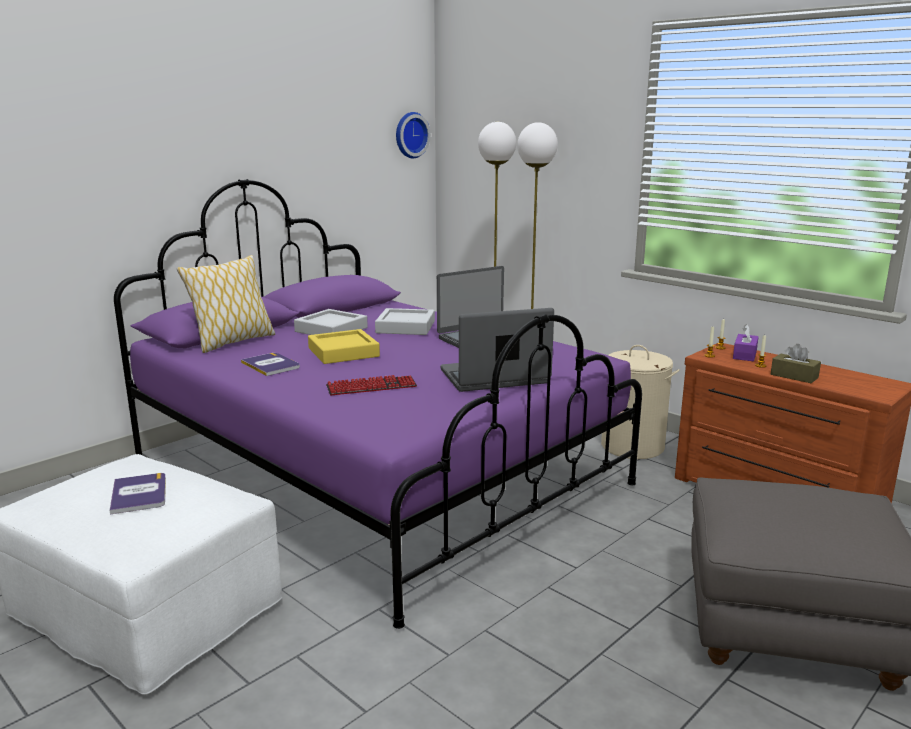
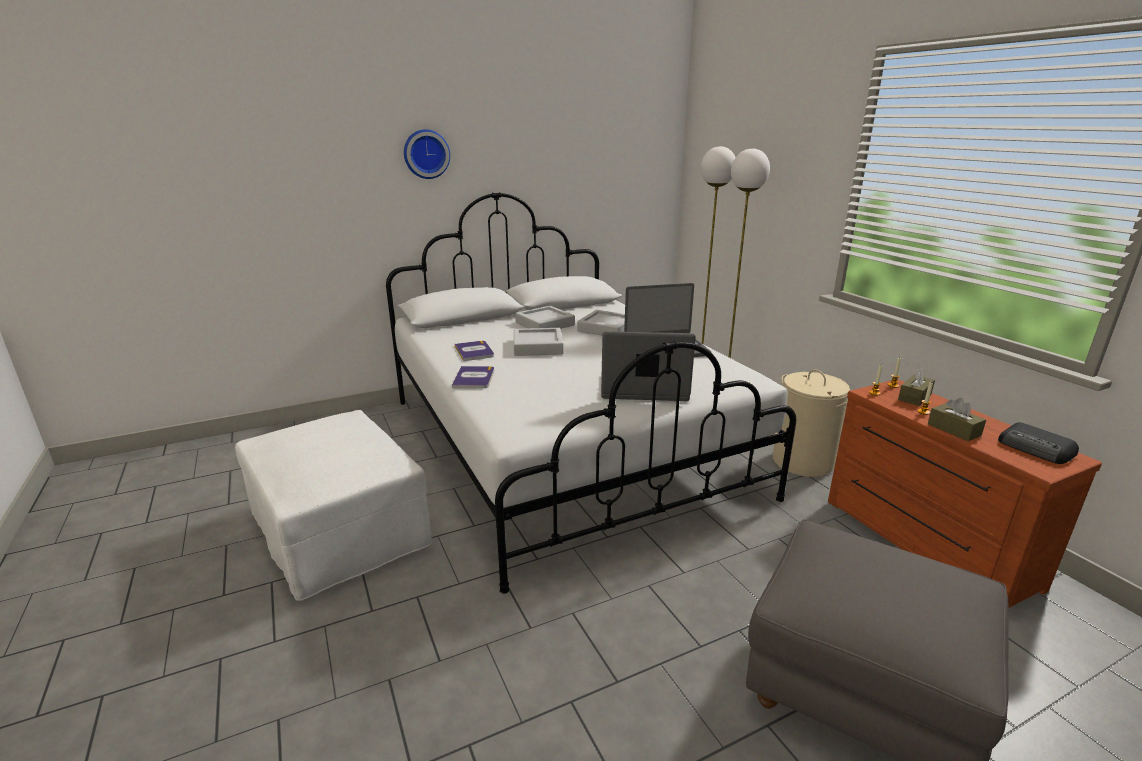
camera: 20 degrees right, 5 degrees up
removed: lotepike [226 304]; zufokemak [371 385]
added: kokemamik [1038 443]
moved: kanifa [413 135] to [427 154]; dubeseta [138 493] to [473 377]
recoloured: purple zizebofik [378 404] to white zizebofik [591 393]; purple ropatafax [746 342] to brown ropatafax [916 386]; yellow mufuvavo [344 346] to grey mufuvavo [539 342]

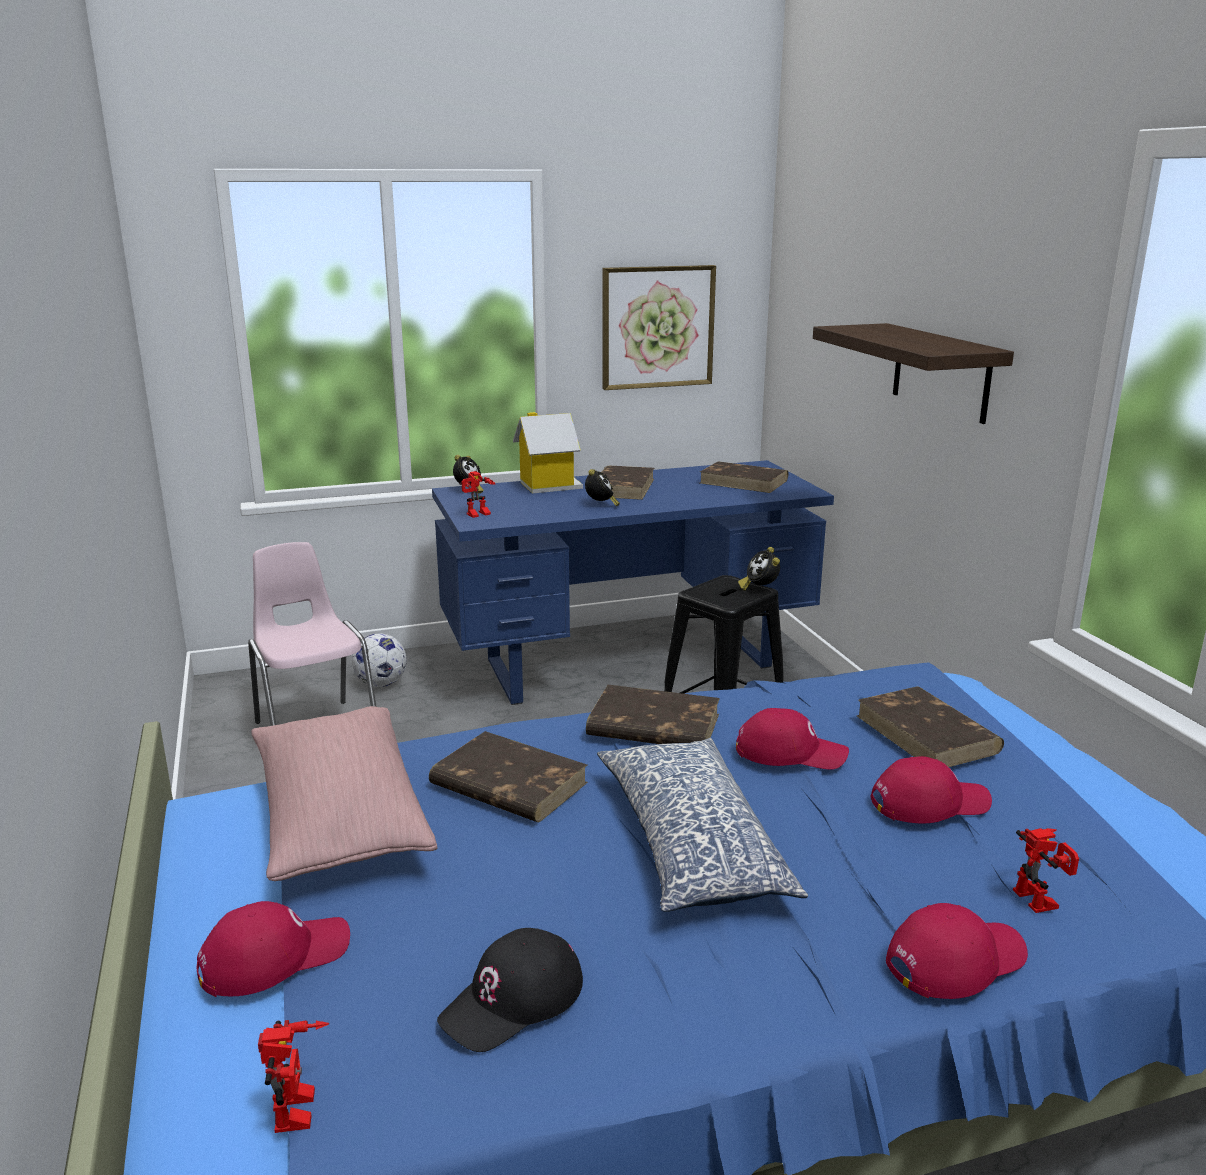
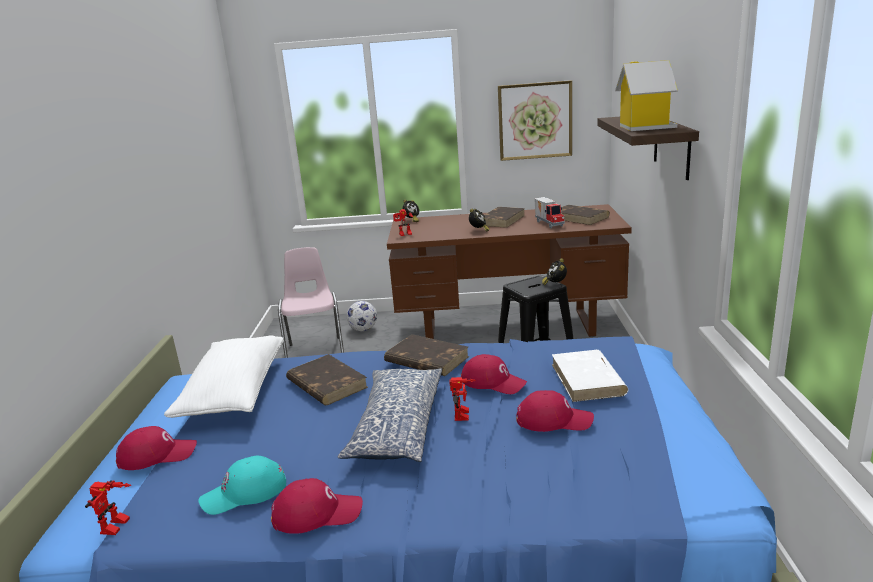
camera: 20 degrees right, 0 degrees up
added: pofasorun [549 212]
moved: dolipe [548 453] to [646 95]; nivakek [1046 870] to [462 399]; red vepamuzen [957 951] to [317 506]
recoloured: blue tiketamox [633 582] to brown tiketamox [509 271]; brown dubeseta [930 727] to white dubeseta [590 376]; pink lotepike [344 793] to white lotepike [224 377]; black vepamuzen [510 990] to turquoise vepamuzen [242 485]

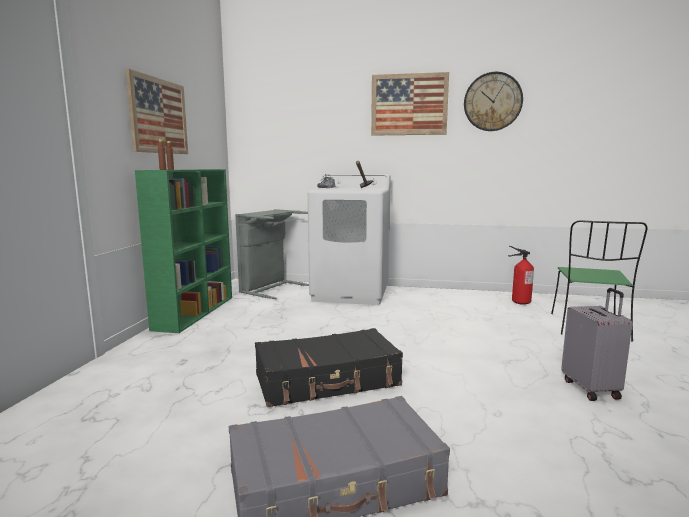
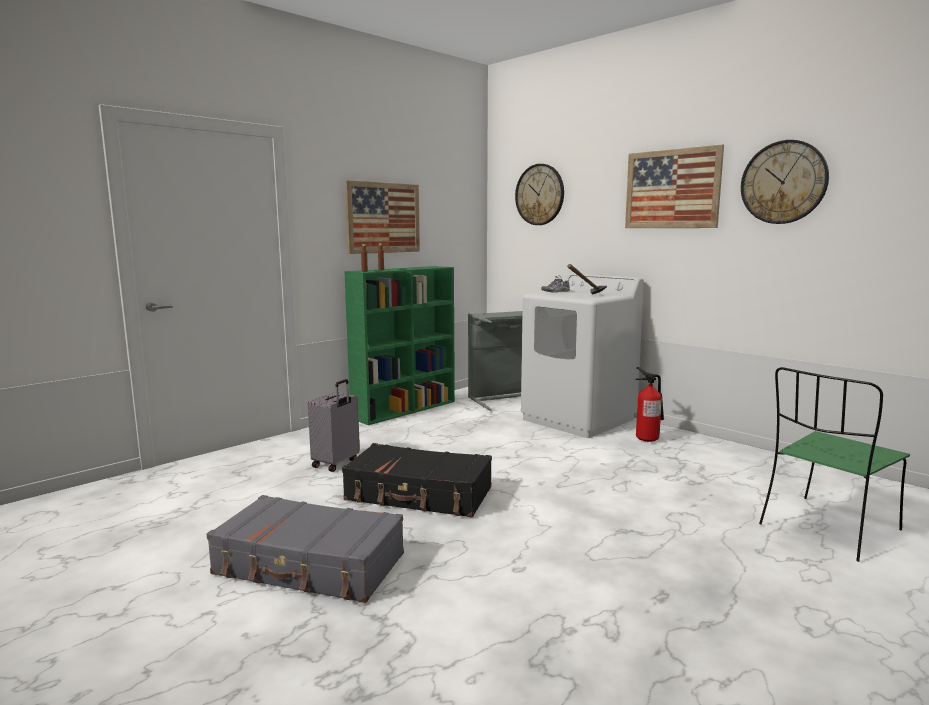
camera: 35 degrees right, 0 degrees up
added: kanifa [539 194]
moved: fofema [521 275] to [650 404]; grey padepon [596 344] to [334 425]

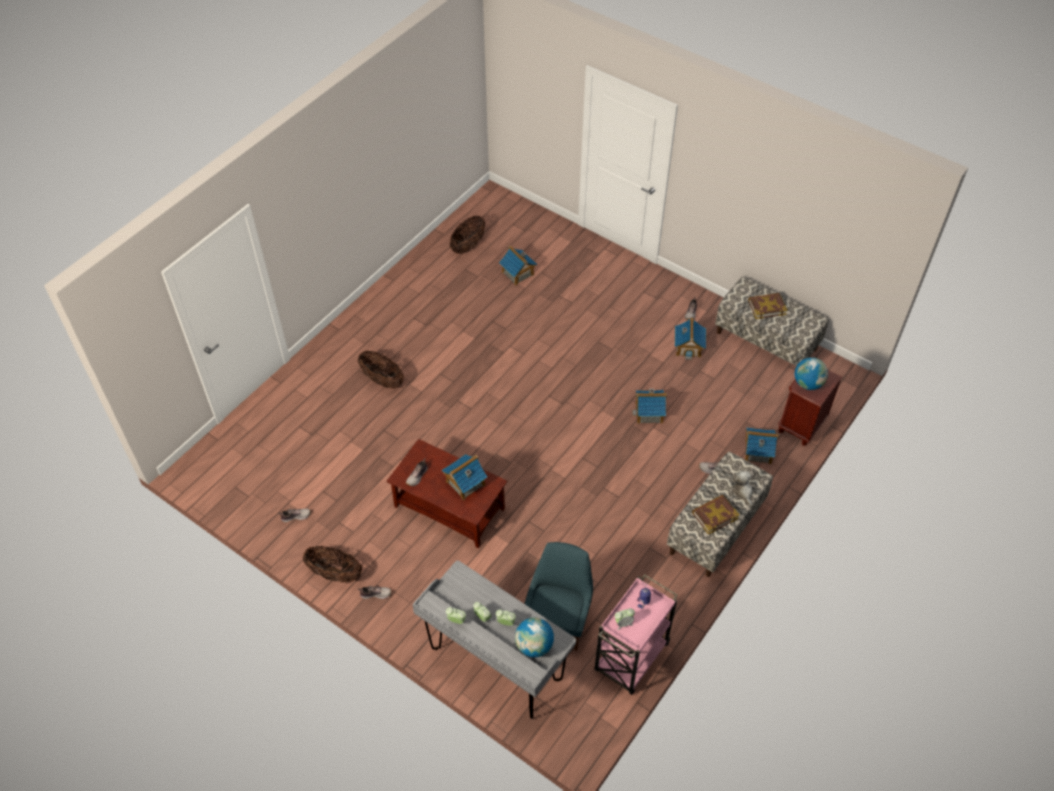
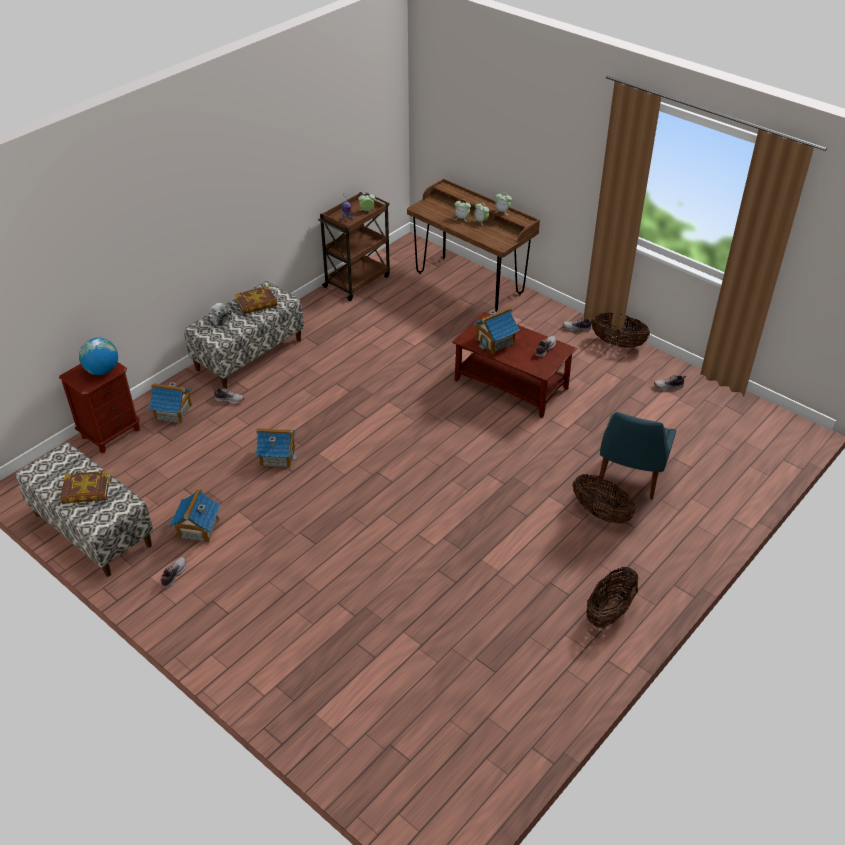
camera: 175 degrees left, 10 degrees down
removed: dolipe [518 265]; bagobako [534 637]
moved: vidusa [467 234] to [612 597]; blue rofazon [558 596] to [637 455]
recoloured: grey tiketamox [494 640] to brown tiketamox [473 245]; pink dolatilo [636 634] to brown dolatilo [354 246]

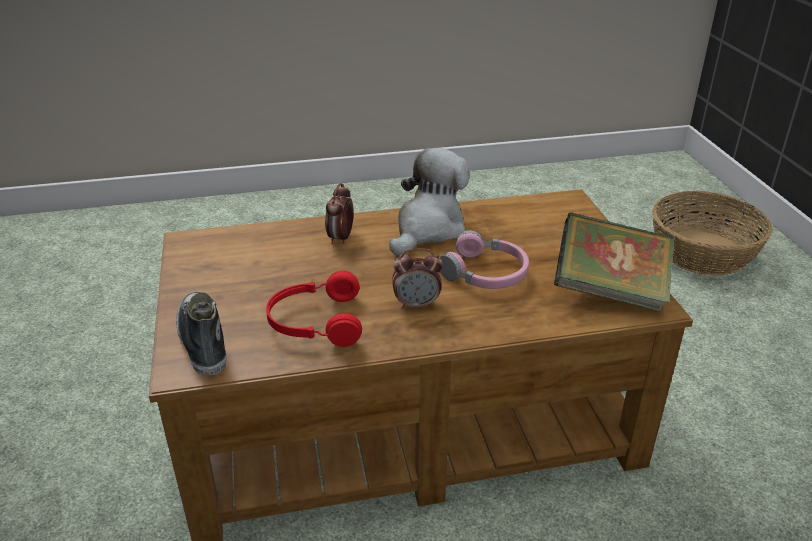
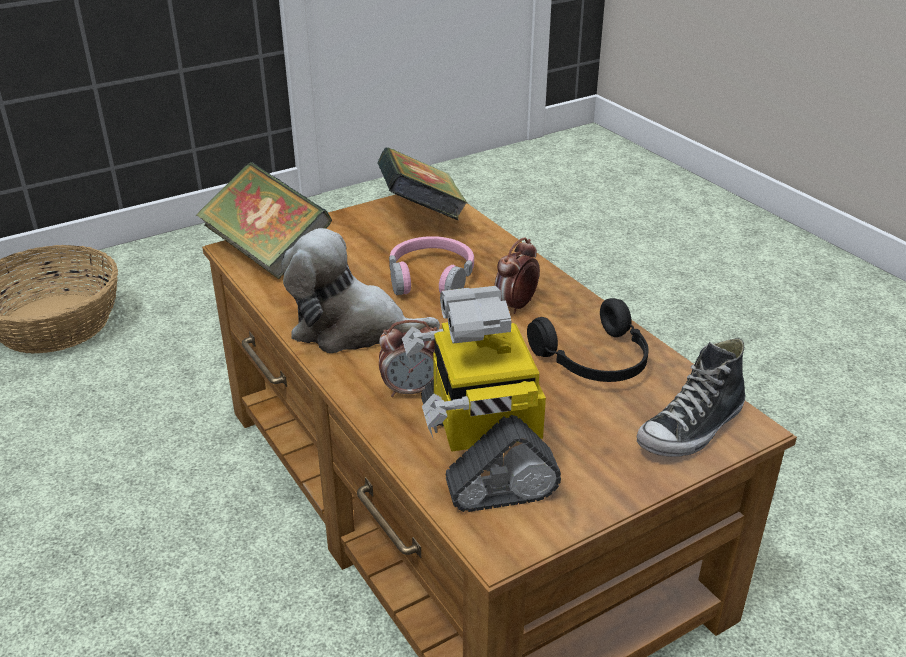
camera: 110 degrees left, 0 degrees up
added: dubeseta [264 220]; nivakek [481 399]
recoloured: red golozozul [314 309] to black golozozul [588 340]
turned: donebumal [417 278] = [517 275] 120 degrees counterclockwise

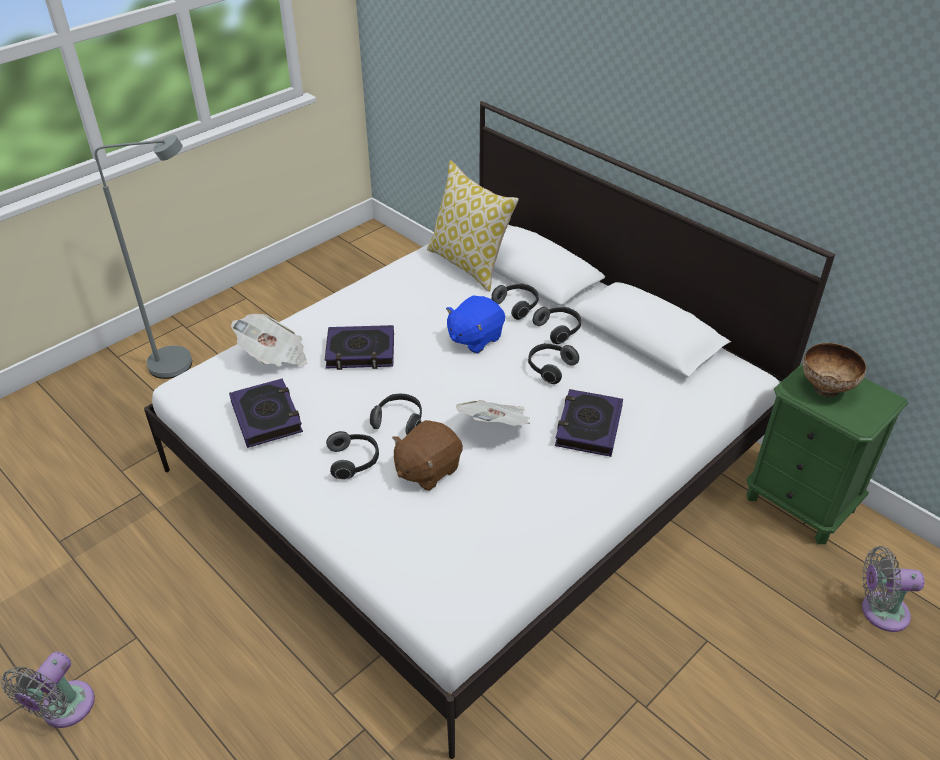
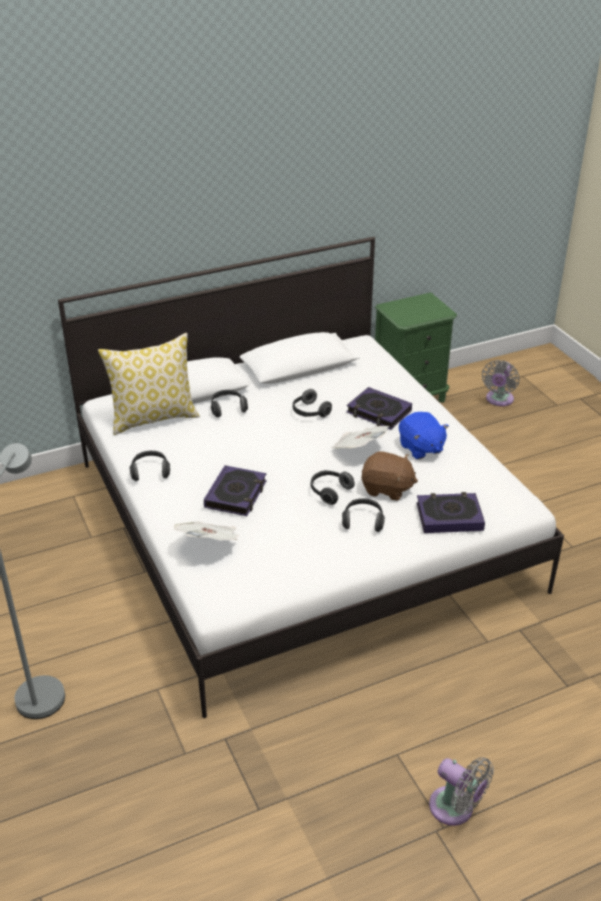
camera: 70 degrees left, 5 degrees down
removed: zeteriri [834 370]
moved: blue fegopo [475 324] to [424 435]; golozozul [557 325] to [149 466]; dubeseta [266 413] to [450 512]
turned: brown fegopo [427 455] = [390 476] 45 degrees counterclockwise

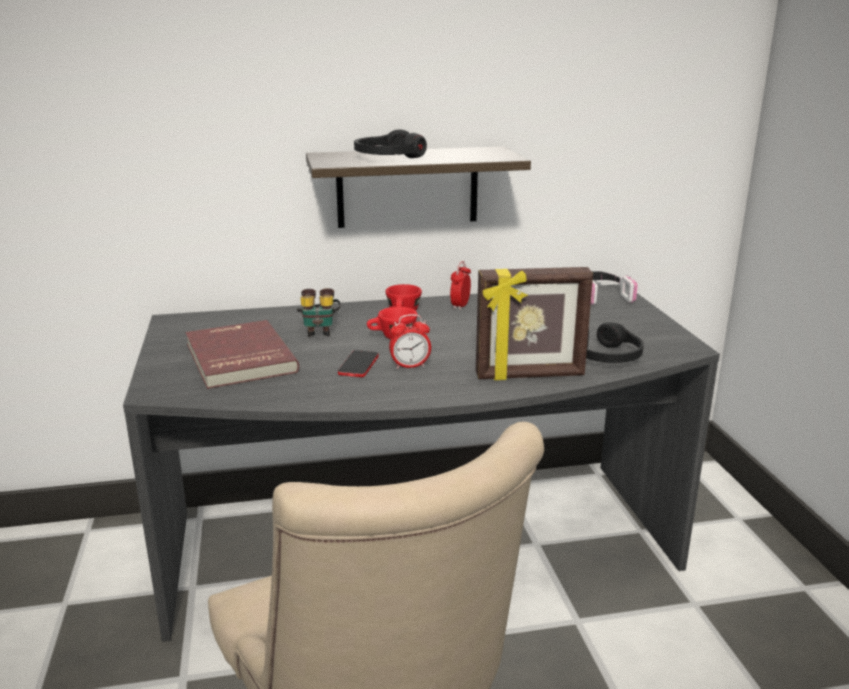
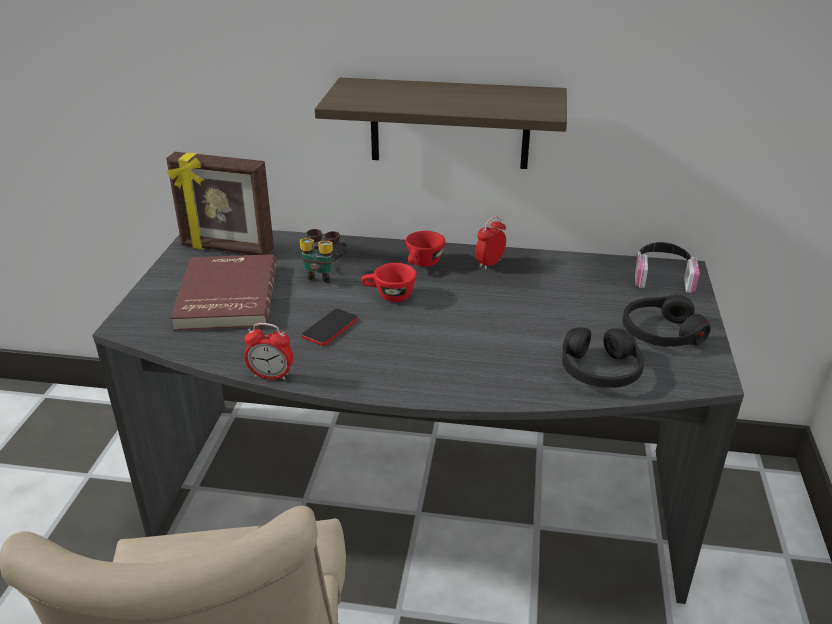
camera: 20 degrees right, 10 degrees up
moved: black golozozul [390 143] to [666 320]; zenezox [534 323] to [220 203]; donebumal [410 341] to [268 351]

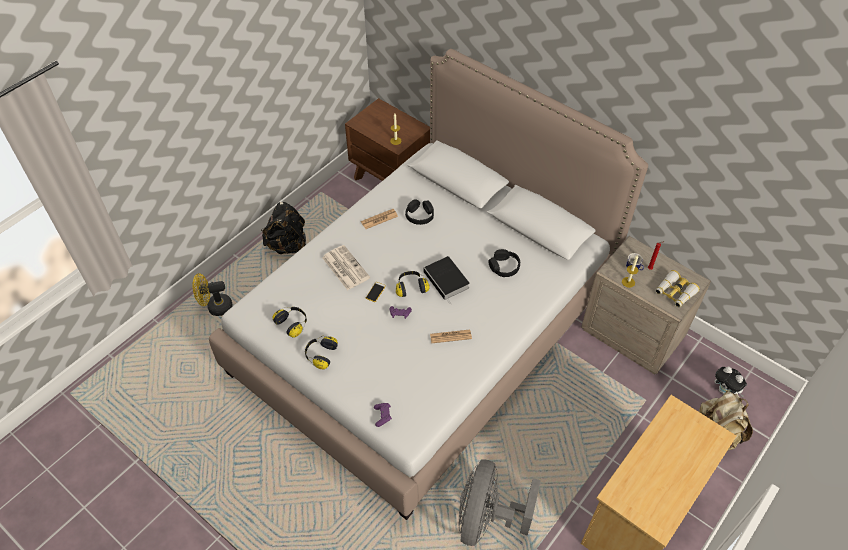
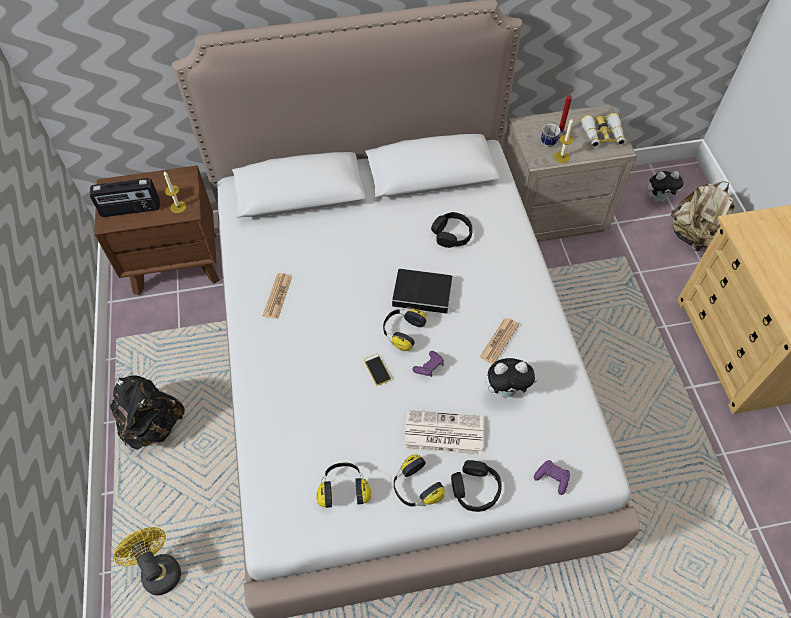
camera: 50 degrees left, 5 degrees up
removed: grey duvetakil [500 503]
added: kokemamik [125 197]; fegopo [511 377]
moved: black golozozul [419 212] to [476 486]; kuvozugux [346 267] to [443 432]
turned: yellow duvetakil [212 295] = [147 561] 120 degrees clockwise

